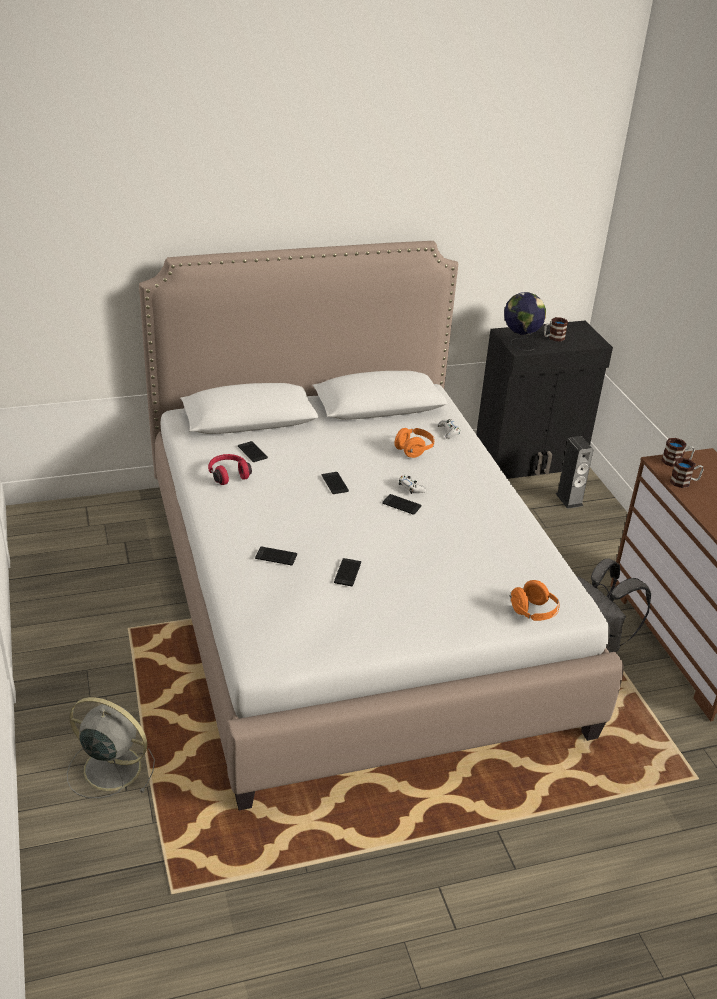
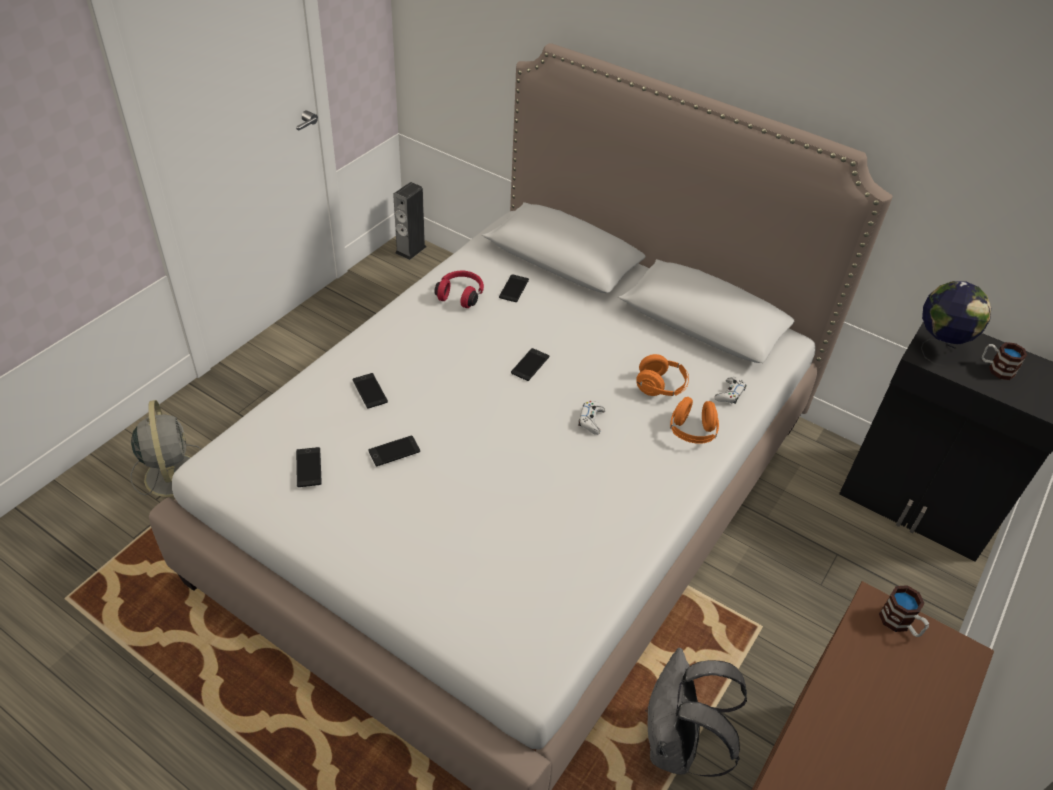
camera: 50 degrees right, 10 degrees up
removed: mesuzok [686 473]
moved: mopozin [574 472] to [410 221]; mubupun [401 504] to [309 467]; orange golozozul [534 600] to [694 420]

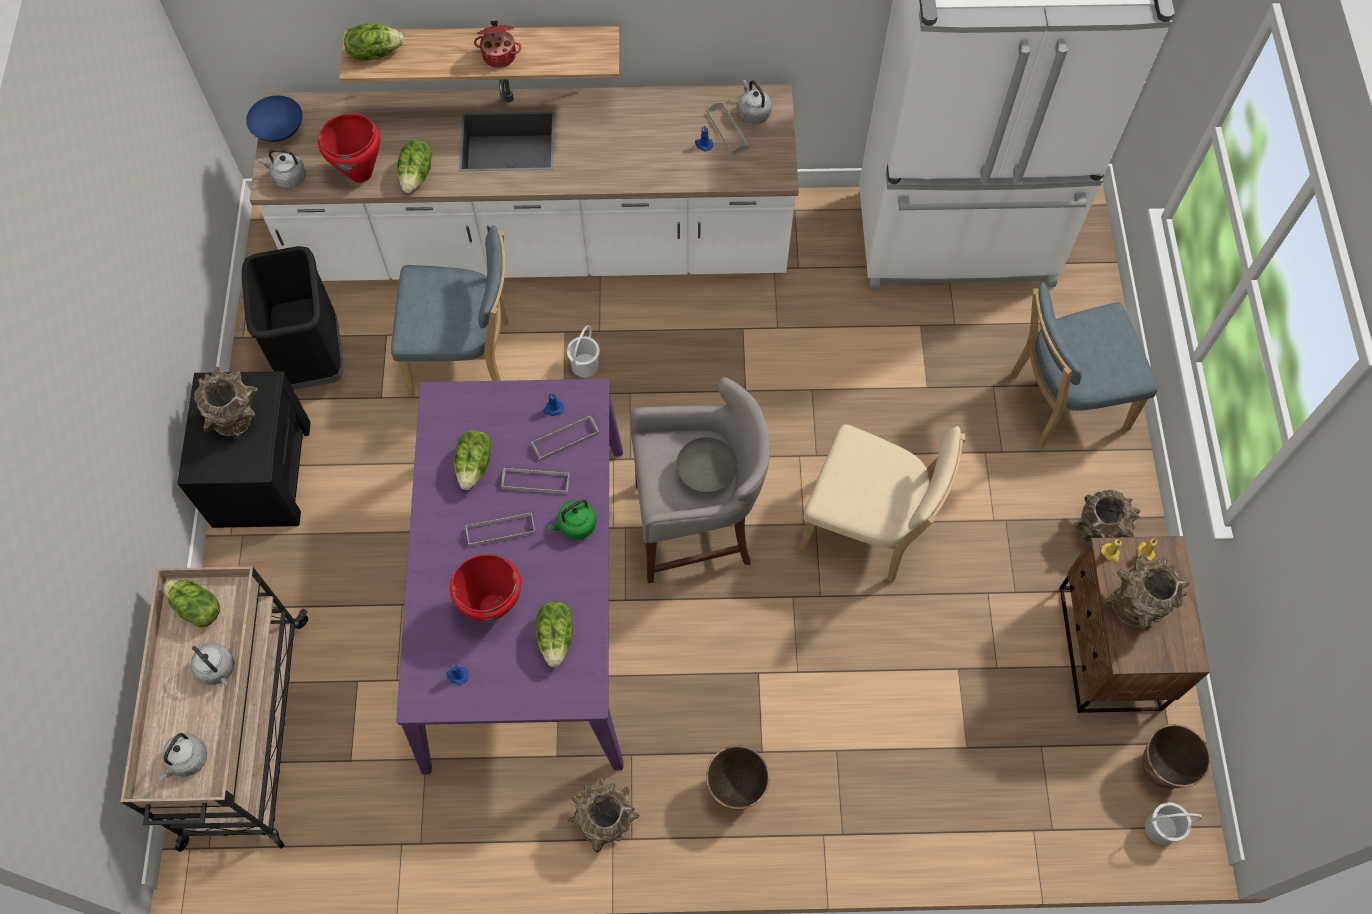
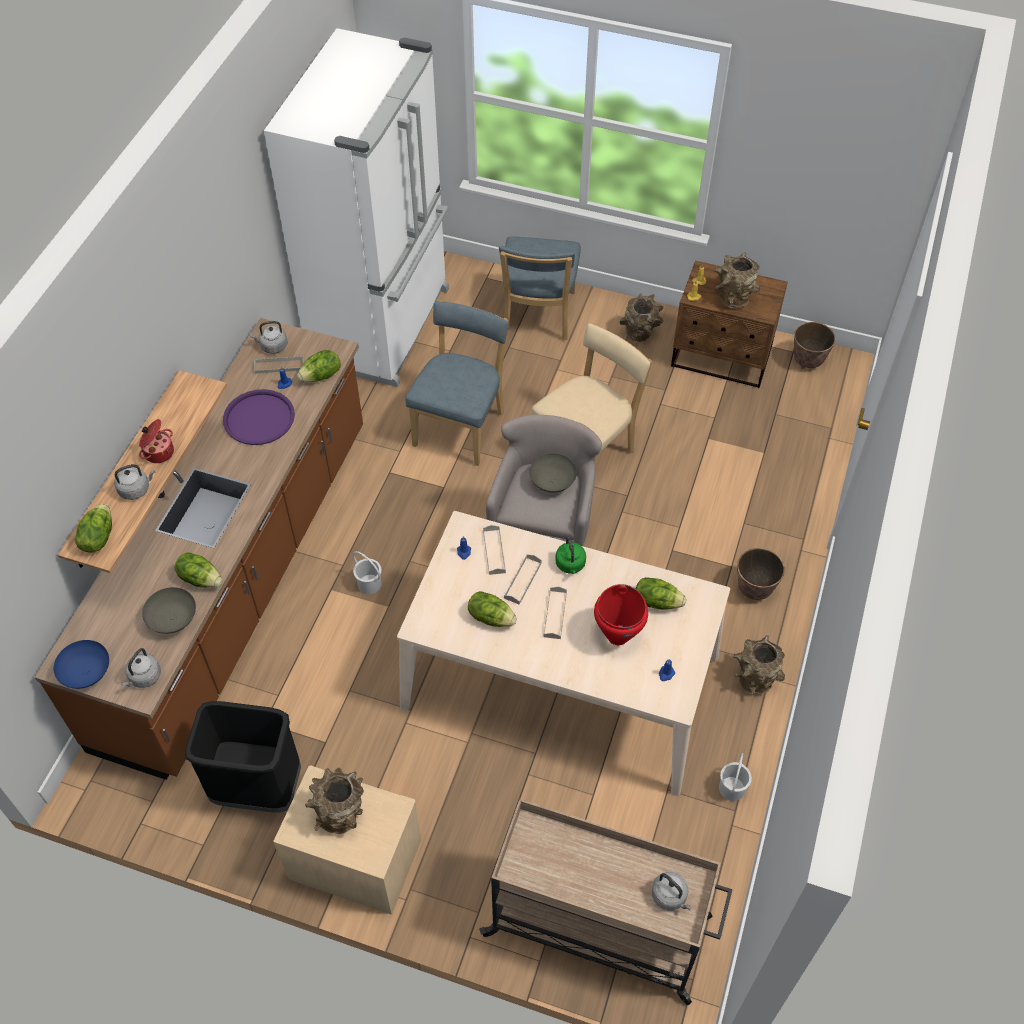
camera: 70 degrees left, 10 degrees down
added: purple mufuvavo [259 417]
moved: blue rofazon [450 310] to [456 383]; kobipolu [191 603] to [319 366]; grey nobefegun [212 664] to [134 482]; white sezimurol [1173 823] to [735 777]
replaced: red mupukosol [349 148] to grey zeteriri [169 610]
recoloured: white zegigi [524 180] to brown zegigi [199 549]; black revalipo [244 449] to beige revalipo [347 840]; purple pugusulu [509 577] to beige pugusulu [563 653]

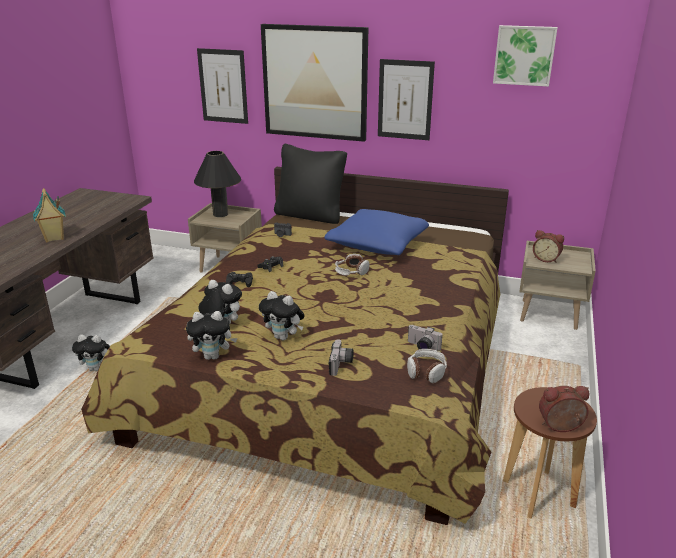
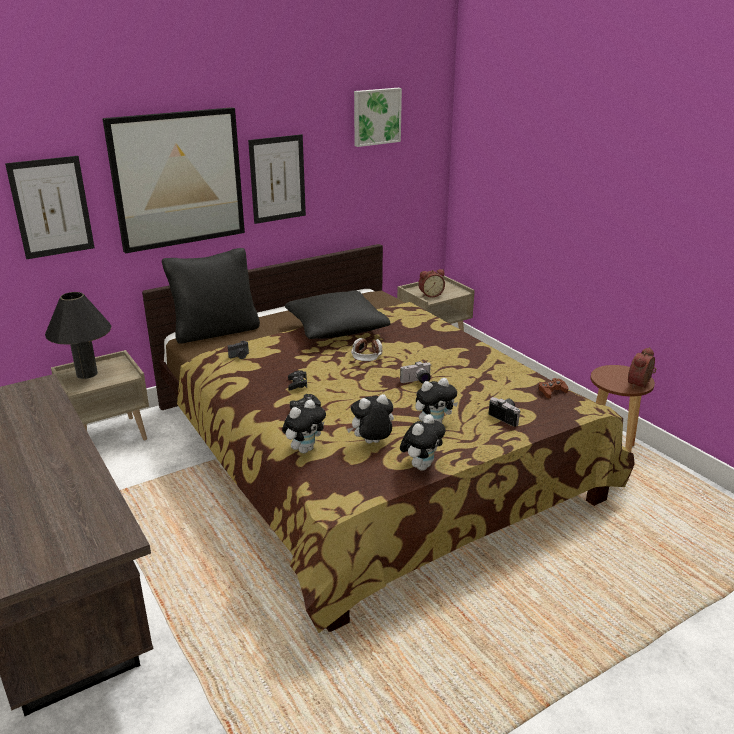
camera: 50 degrees left, 0 degrees up
removed: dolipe [49 215]
moved: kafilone [425 338] to [415 372]; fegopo [91 353] to [304 426]
replaced: golozozul [427 366] to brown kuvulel [553 388]
recoloured: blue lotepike [377 232] to black lotepike [337 314]

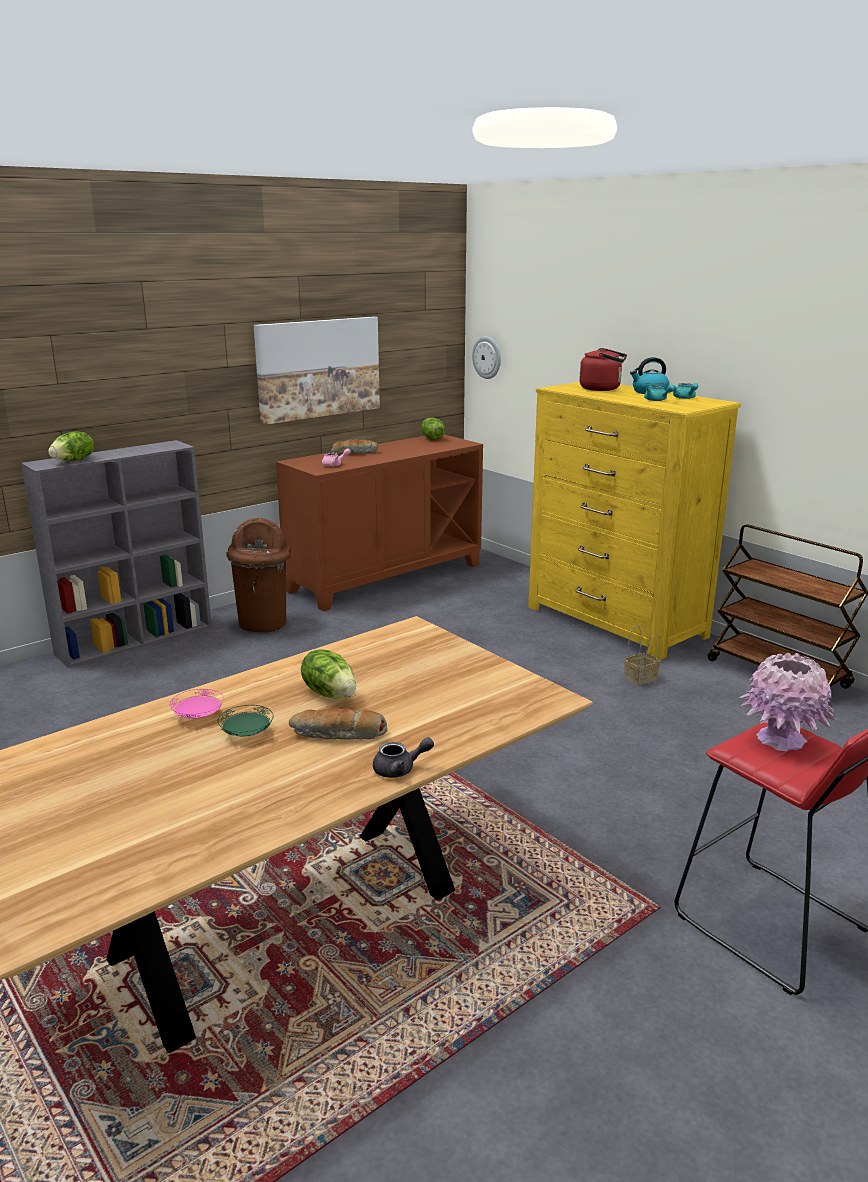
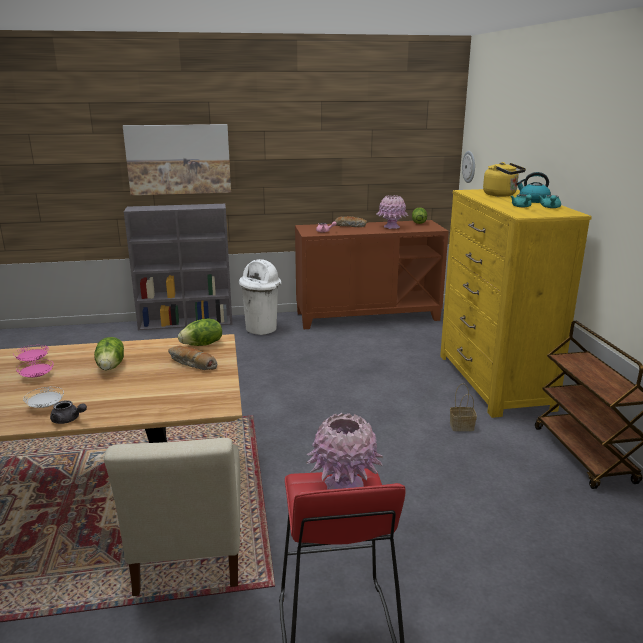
camera: 30 degrees right, 0 degrees up
added: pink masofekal [392 212]; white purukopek [43 397]; beige rofazon [172 517]
moved: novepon [317 371] to [177 159]; kobipolu [71 446] to [200 332]; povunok [338 724] to [192 358]
recoloured: red nobefegun [603 369] to yellow nobefegun [504 179]; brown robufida [258 575] to white robufida [260 297]; green purukopek [245 721] to pink purukopek [35 368]

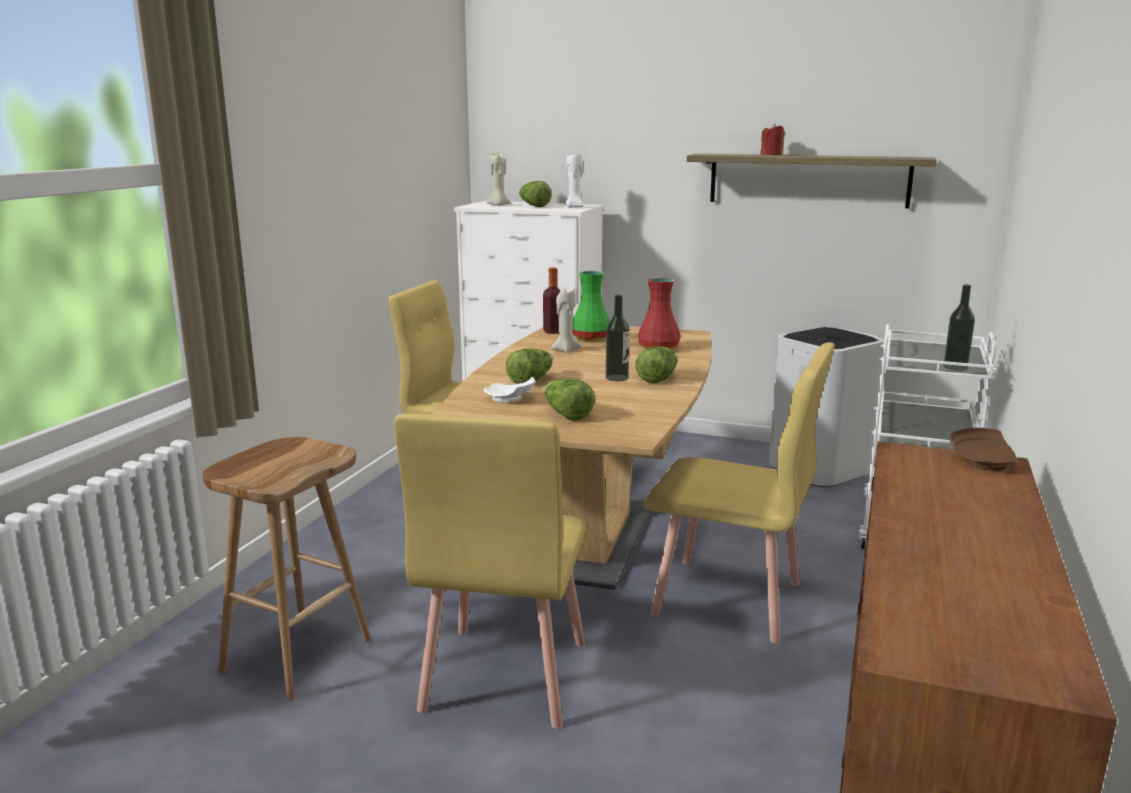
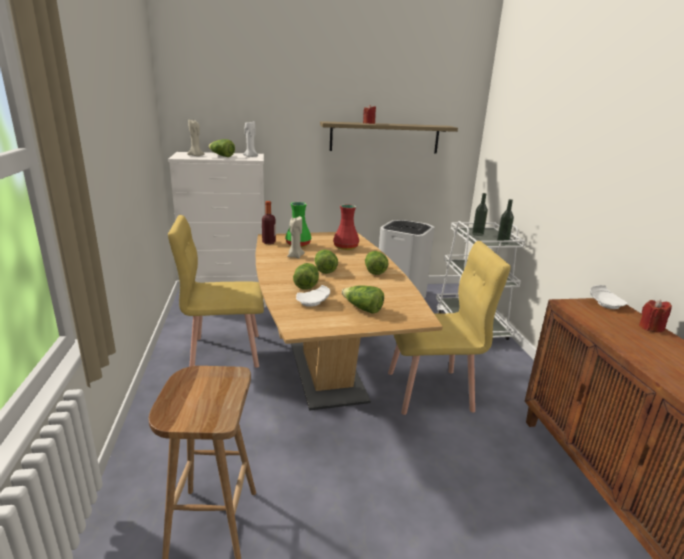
camera: 30 degrees left, 5 degrees up
removed: yellow rofazon [490 571]
added: kobipolu [326 261]; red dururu [655 316]
moved: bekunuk [618 338] to [480 214]
recoloured: brown purukopek [983 449] to white purukopek [609 297]

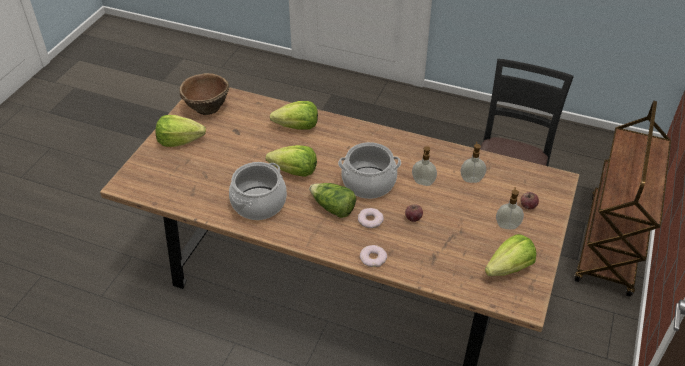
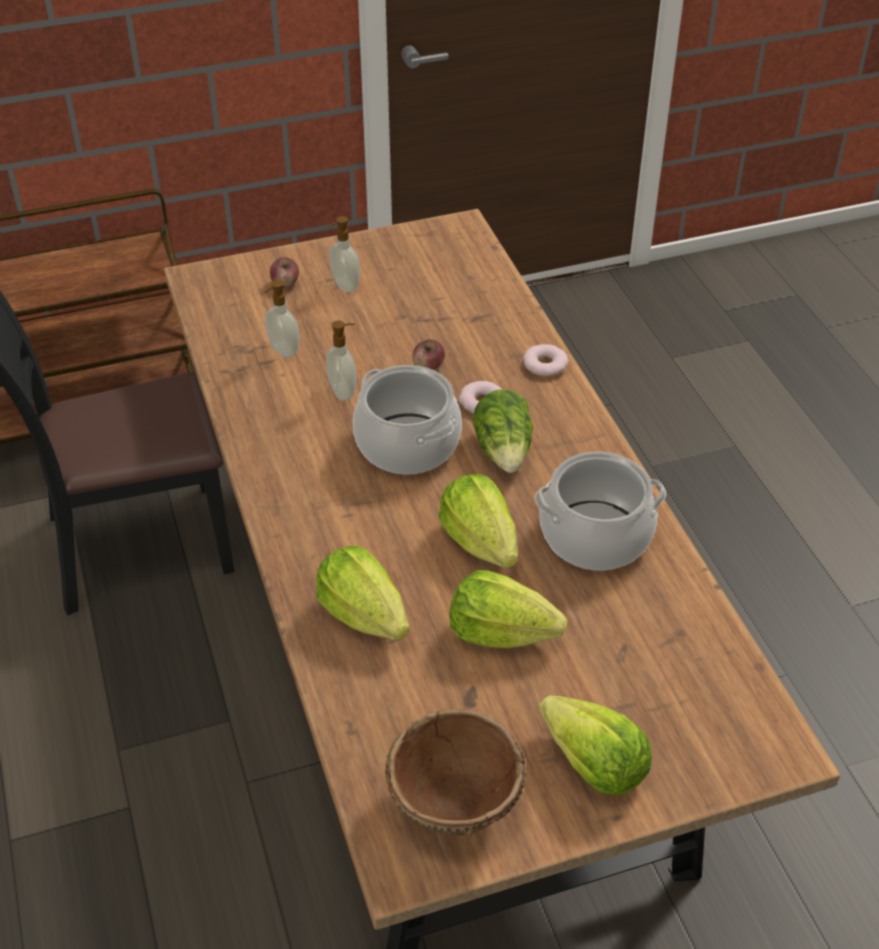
camera: 130 degrees left, 0 degrees up
moved: kobipolu [510 255] to [508 609]

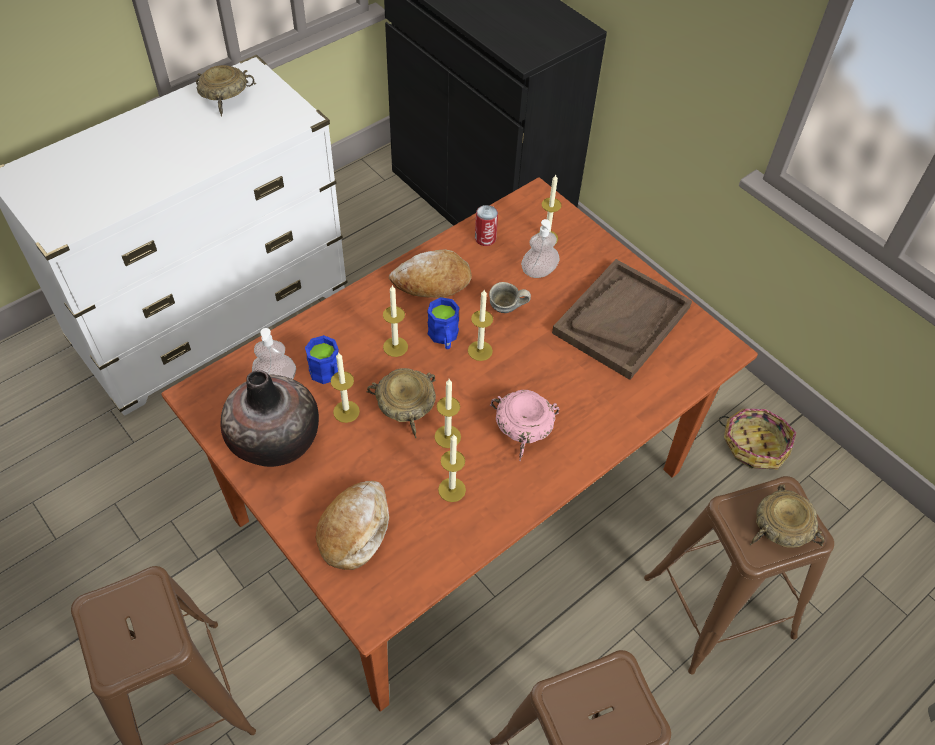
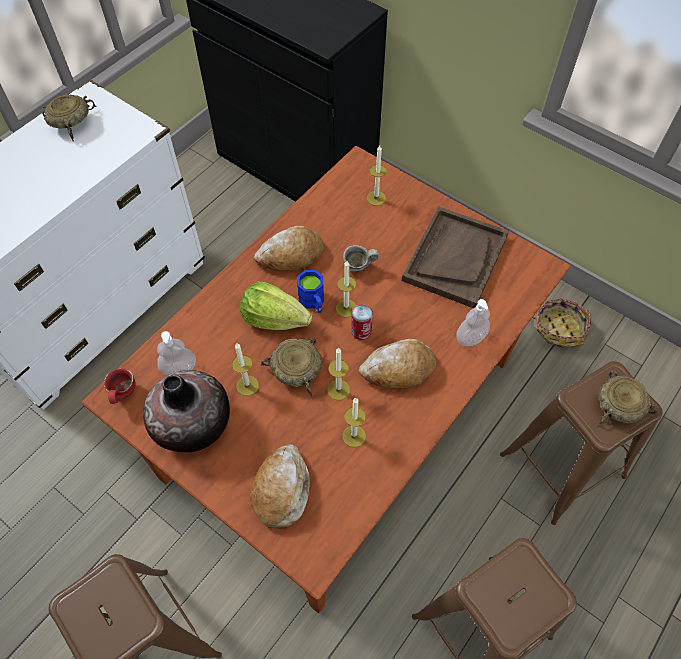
camera: 10 degrees left, 5 degrees up
removed: blue mesuzok [322 359]
added: red mesuzok [120 386]
moved: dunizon [486 225] to [362 322]; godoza [540 248] to [473 322]
replaced: dururu [395 321] to kobipolu [276 305]; pink zeteriri [524 425] to povunok [397 363]

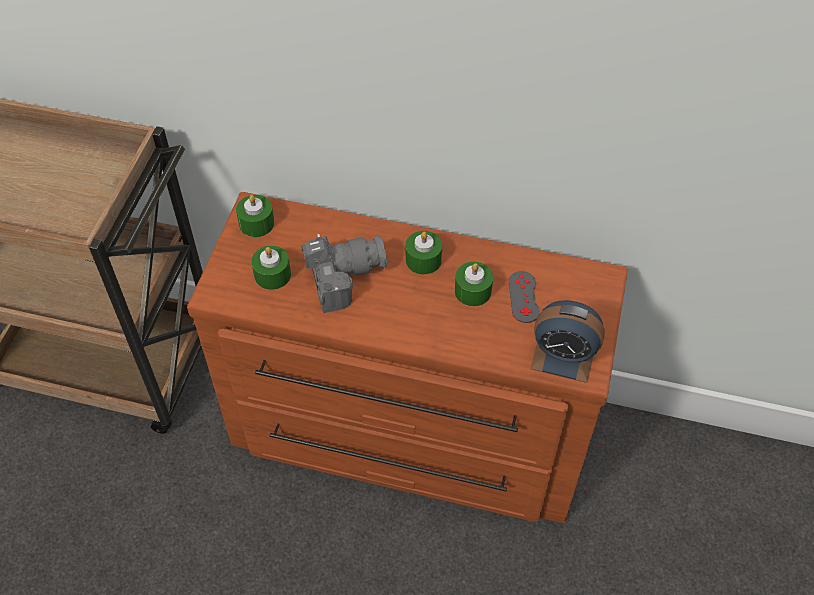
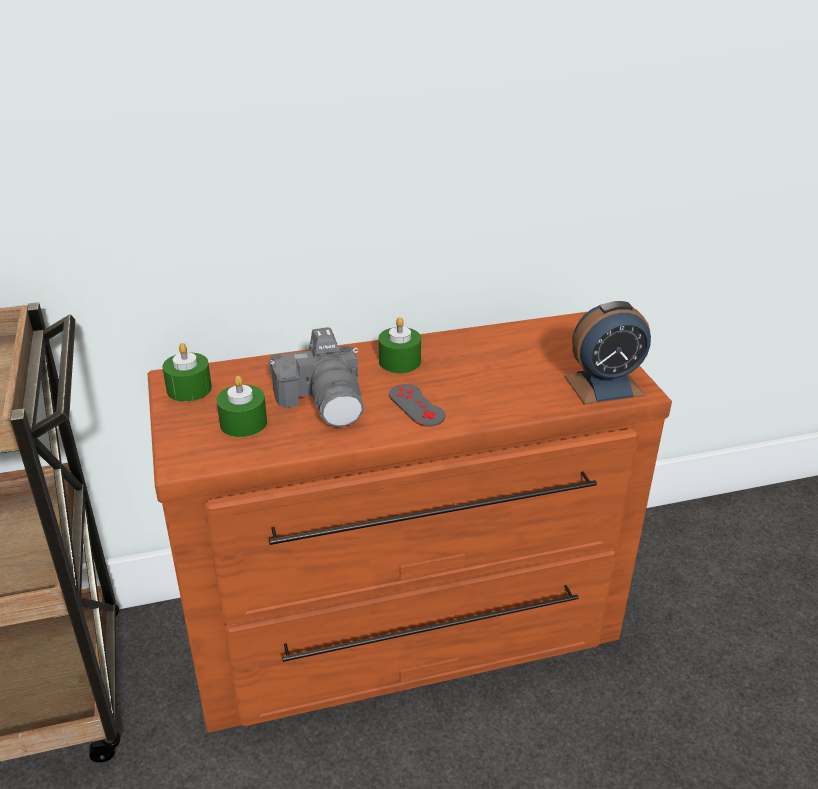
camera: 30 degrees left, 20 degrees down
removed: green dururu [474 284]
moved: grey kuvulel [524 297] to [417 405]
turned: kafilone [344 273] = [316 377] 120 degrees clockwise

